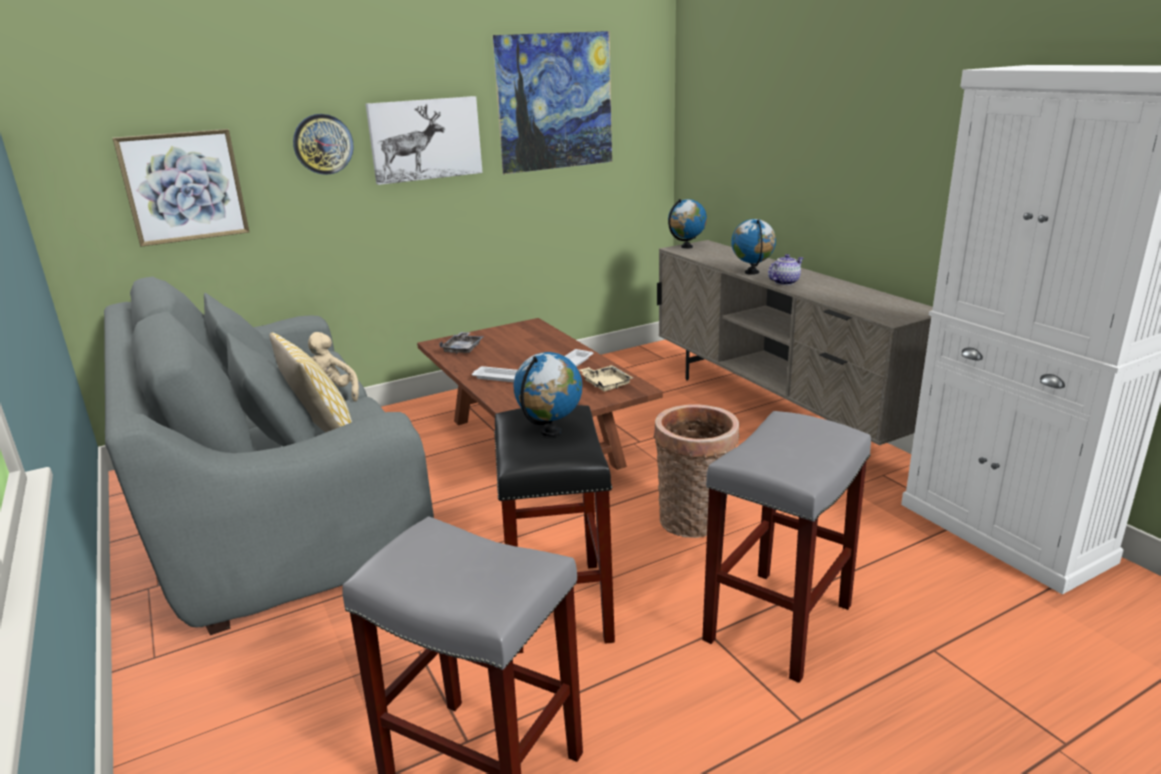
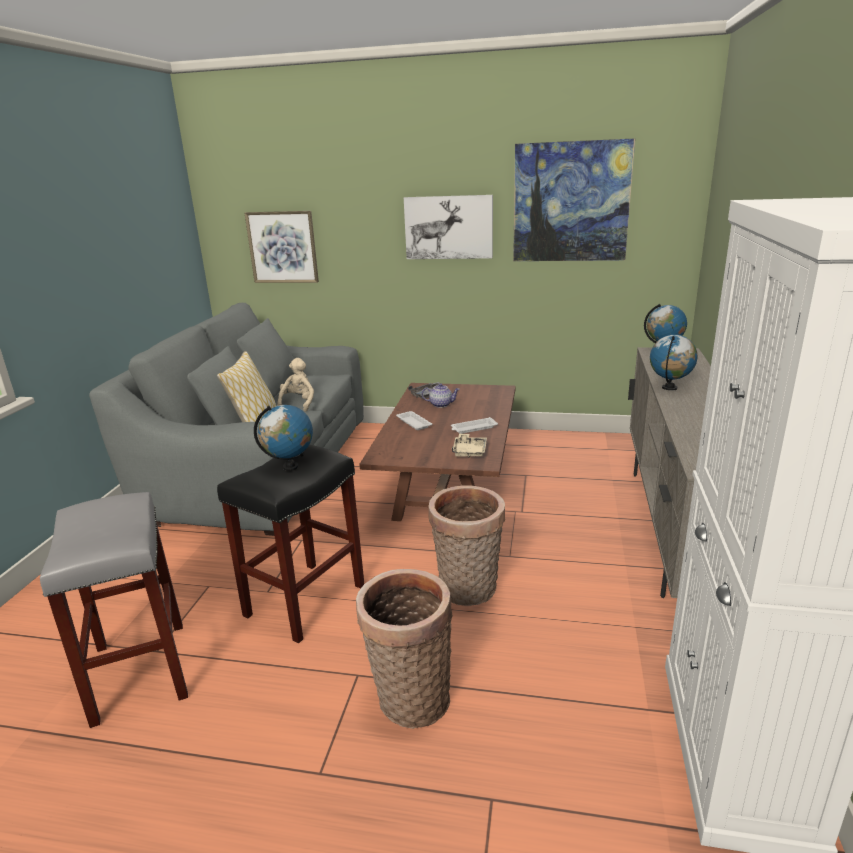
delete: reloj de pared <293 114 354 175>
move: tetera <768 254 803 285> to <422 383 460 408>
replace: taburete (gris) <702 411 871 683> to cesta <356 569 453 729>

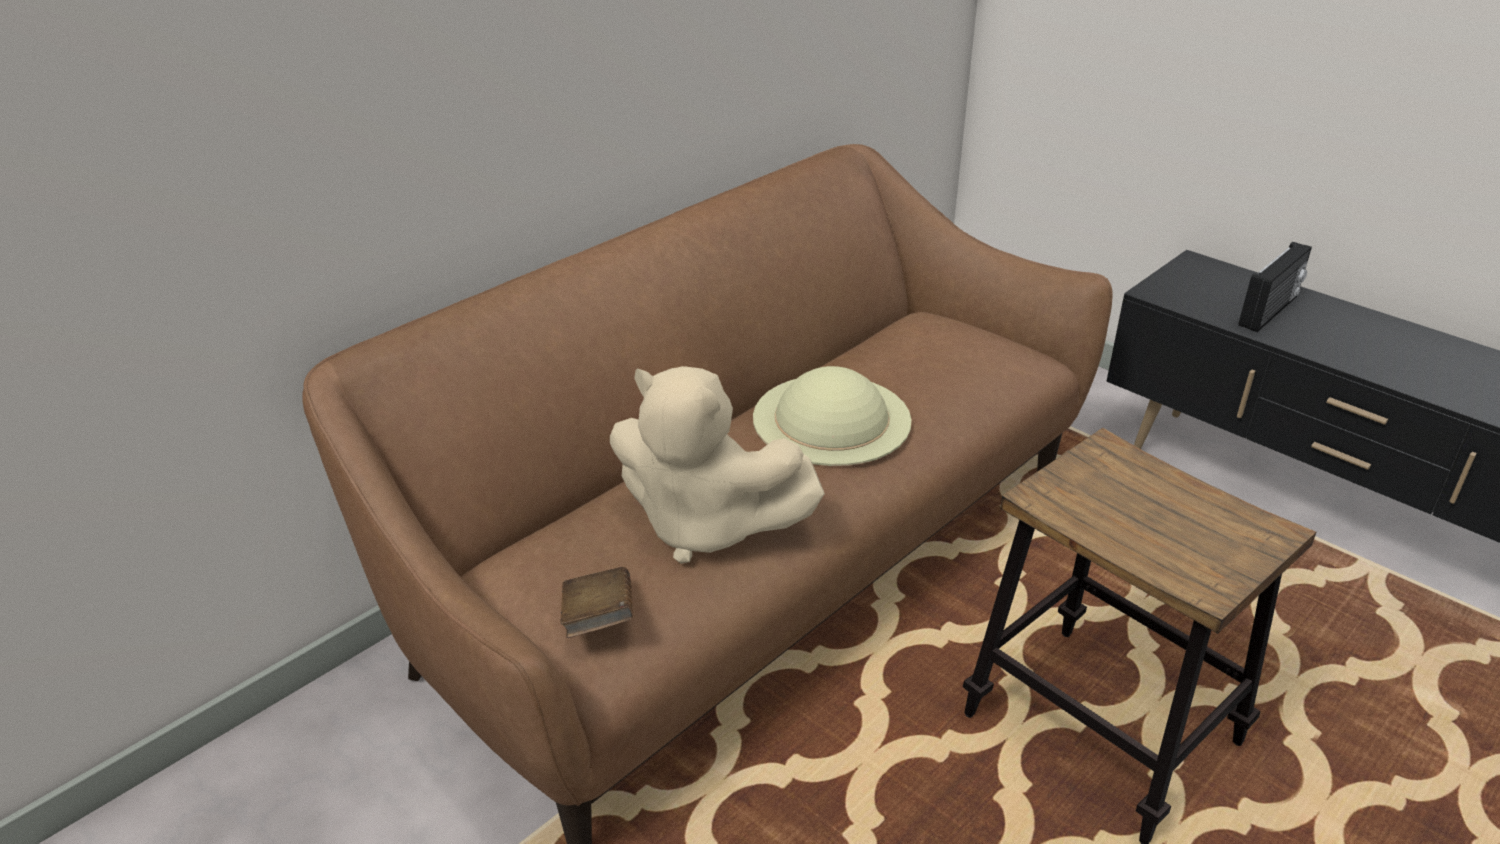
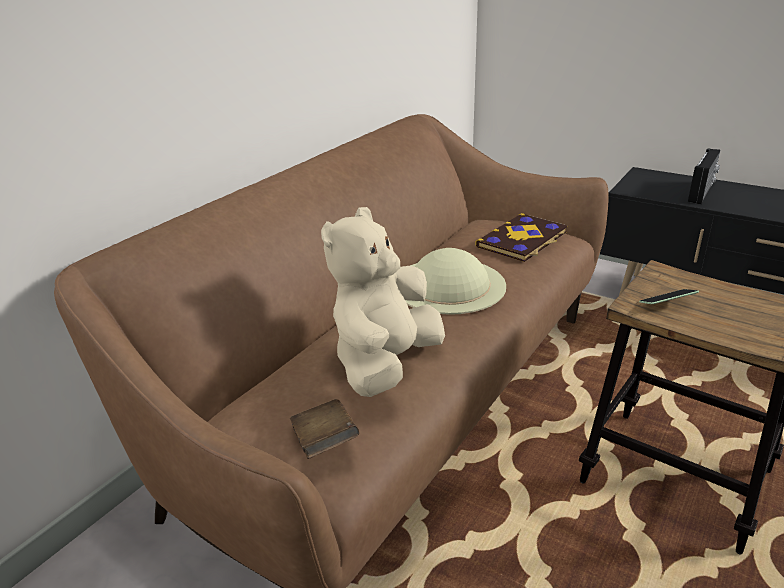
insert: libro <475 213 568 262>; móvil <639 289 699 304>
rotate: peluche (beis) <610 366 825 564> = <321 207 445 397> 105 degrees clockwise

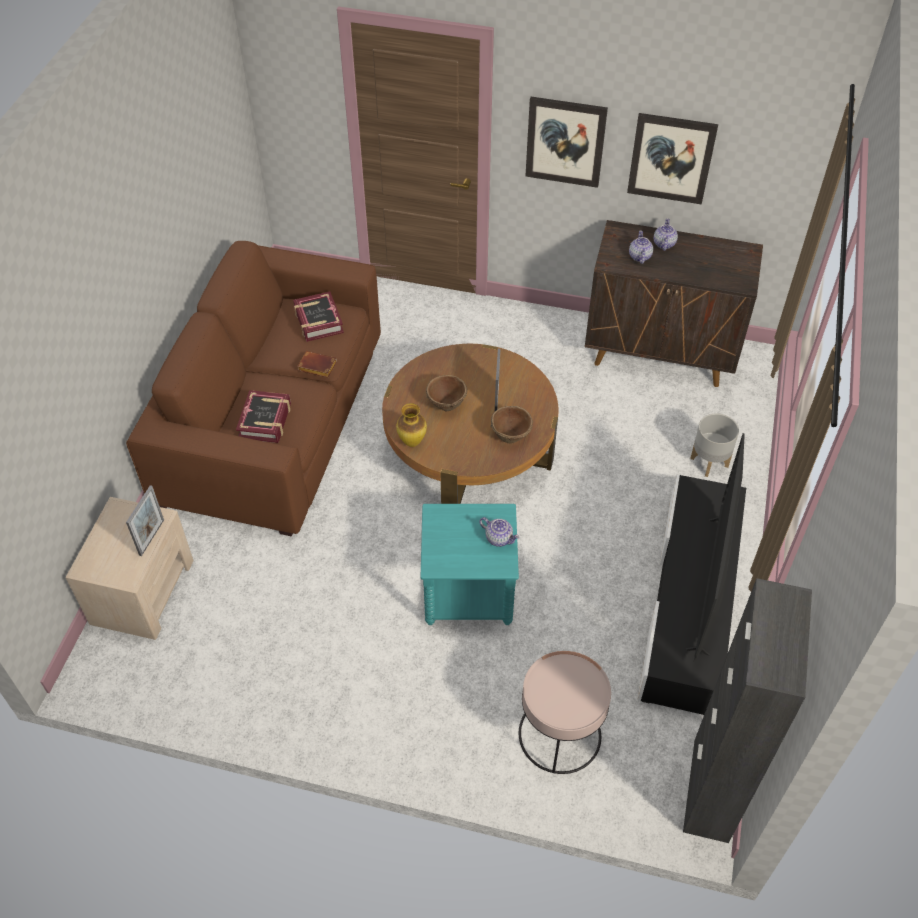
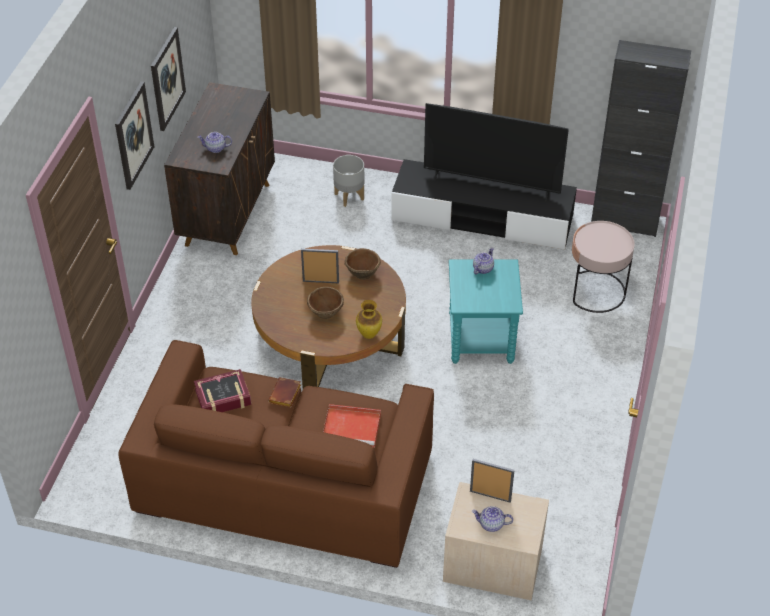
move: tetera <654 218 678 251> to <472 506 513 532>
replace: libro <236 390 291 443> to bandeja (rojo) <323 404 381 448>

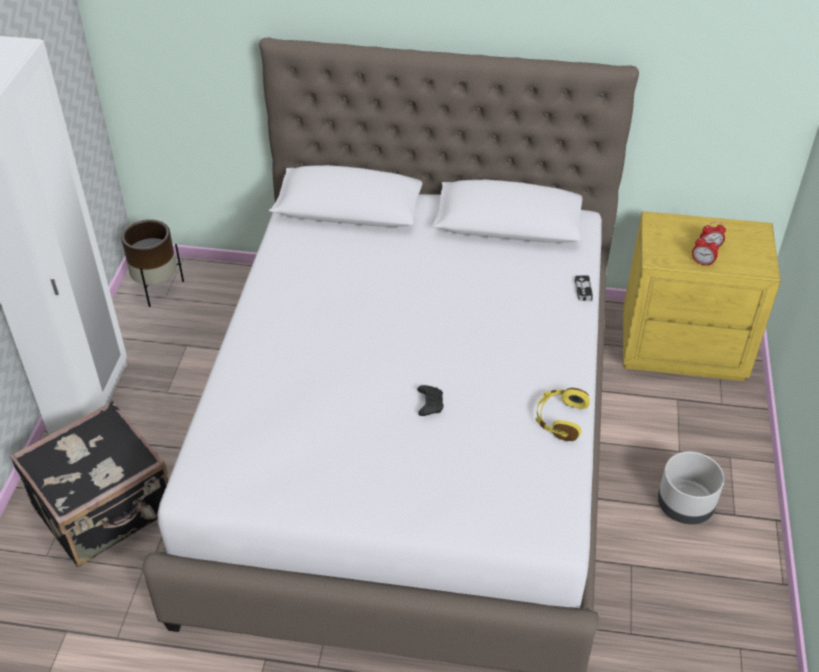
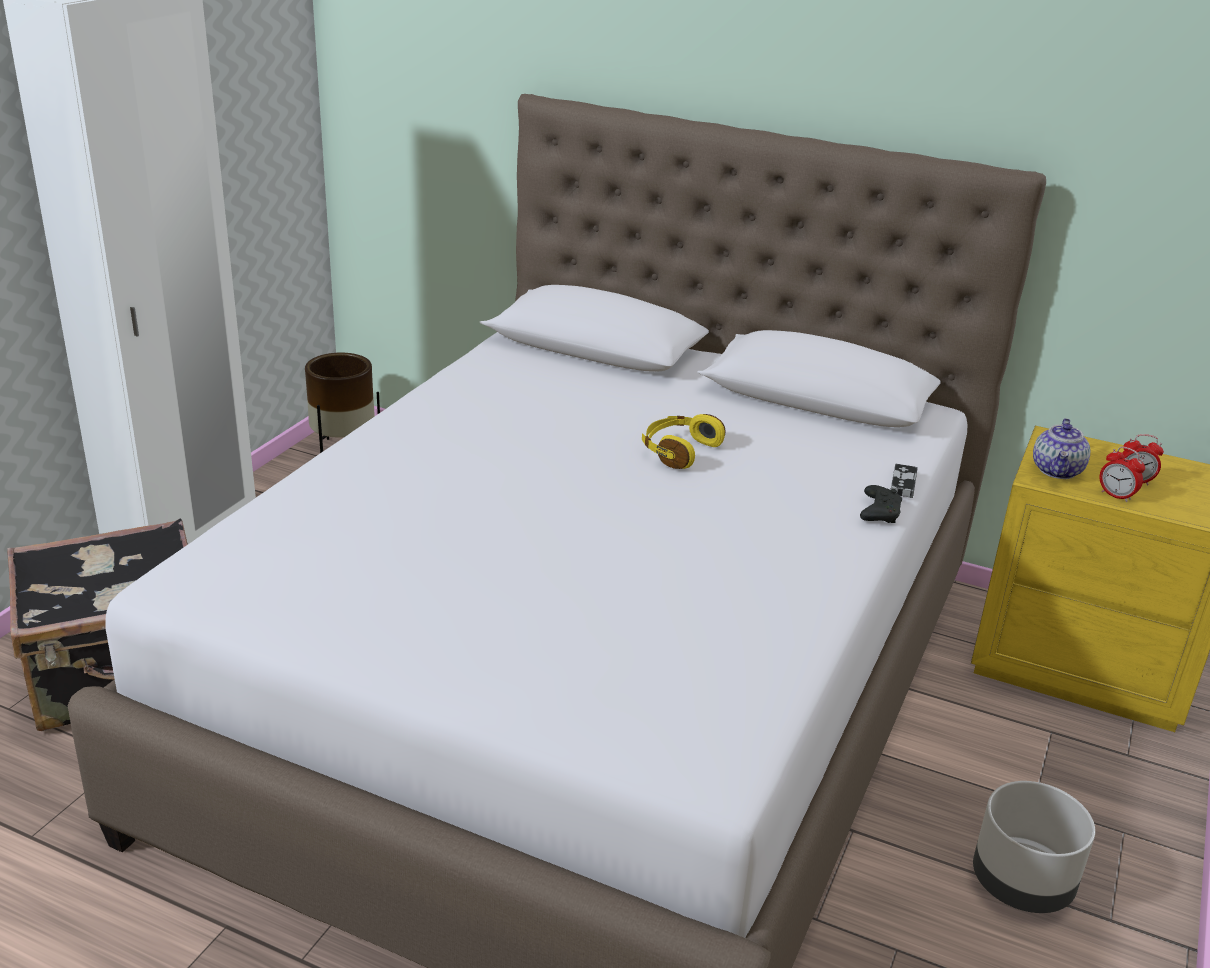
insert: tetera <1033 418 1090 479>
move: mando de consola (negro) <417 385 444 416> to <860 485 902 523>; auriculares (amarillo) <536 388 590 441> to <642 414 725 469>

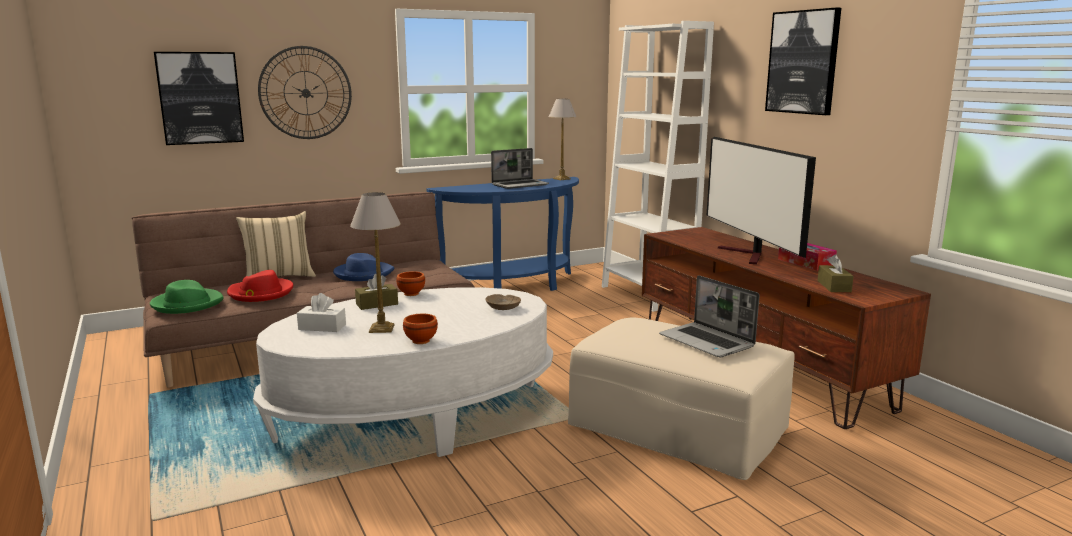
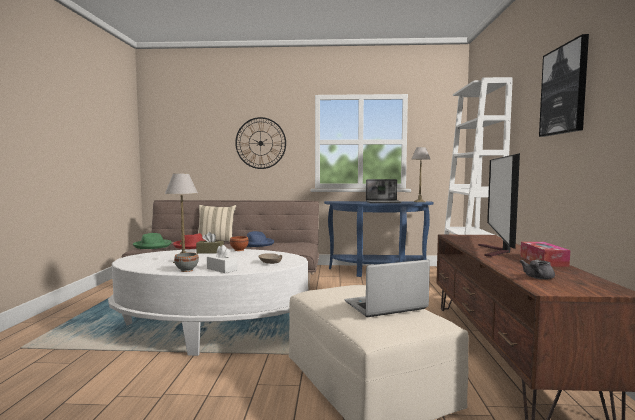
delete: cuadro <154 52 244 145>
move: caja de pañuelos (blanco) <297 293 346 332> to <207 245 238 273>
replace: caja de pañuelos (marrón) <817 254 854 292> to tetera (gris) <520 260 555 279>
recolor: cuenco (marrón) <403 314 438 344> to cuenco (gris) <174 253 199 272>
rotate: portátil <659 275 760 357> = <344 260 430 317> 75 degrees clockwise

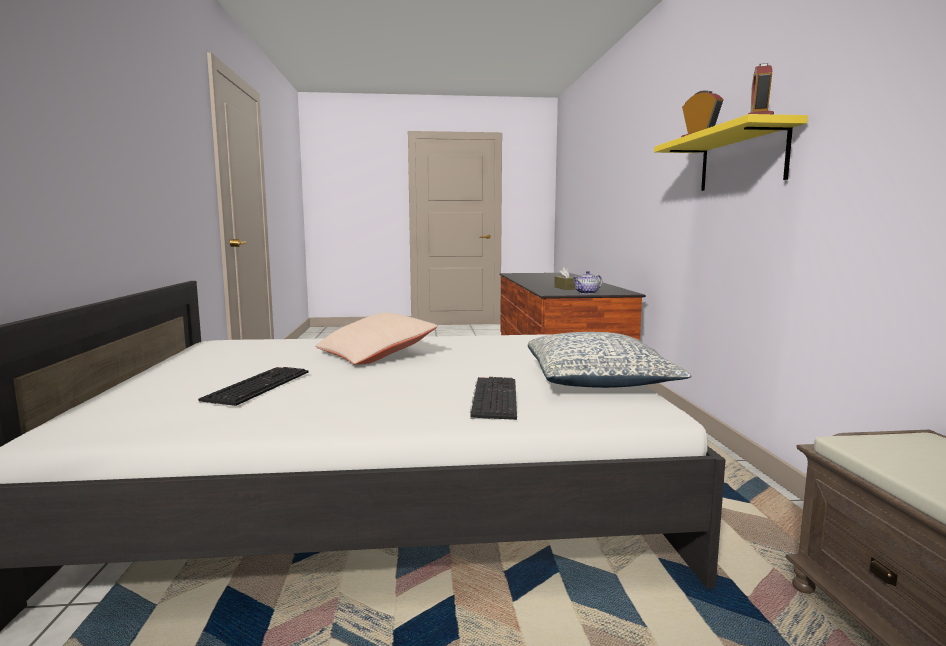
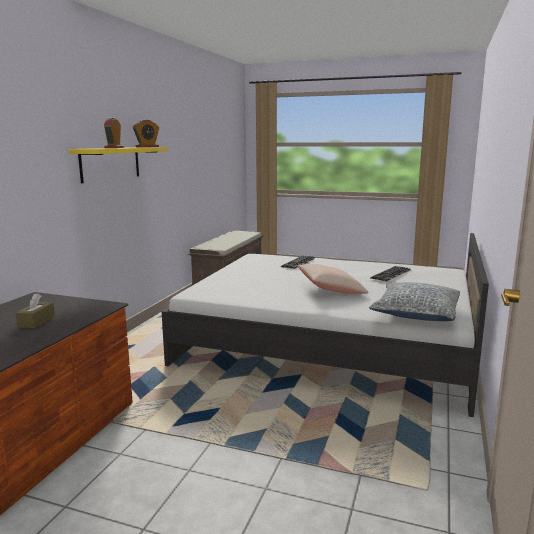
delete: tetera <572 271 602 294>
move: cojín <528 332 691 388> to <369 282 460 321>

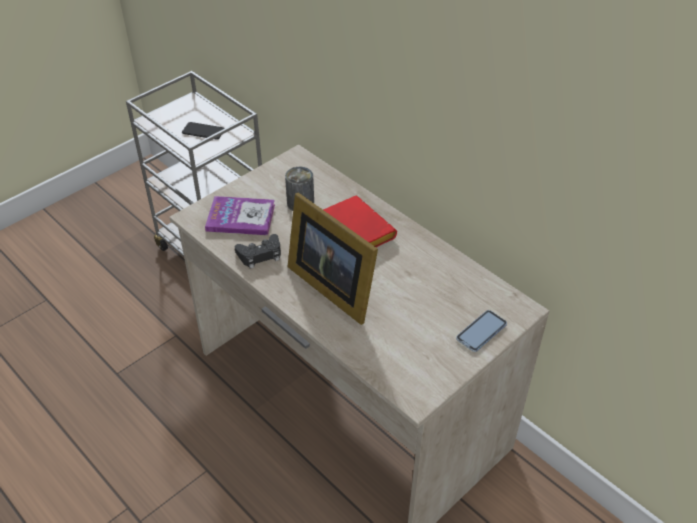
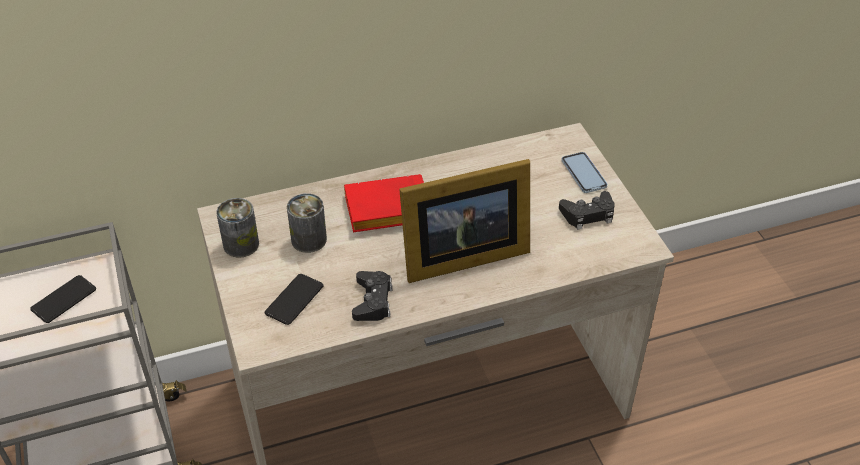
insert: mando de consola (negro) <559 191 615 230>; lata <216 198 259 258>
replace: libro <205 196 275 235> to móvil <265 274 323 325>

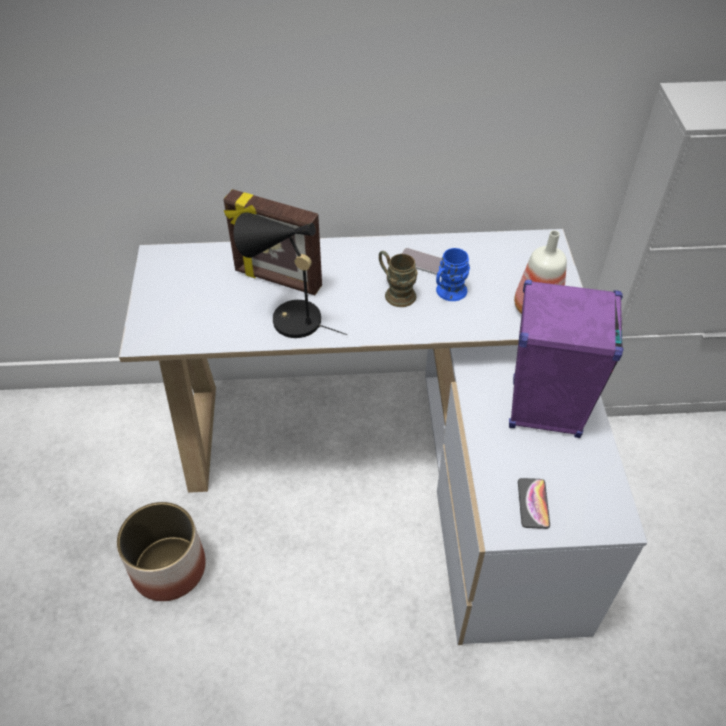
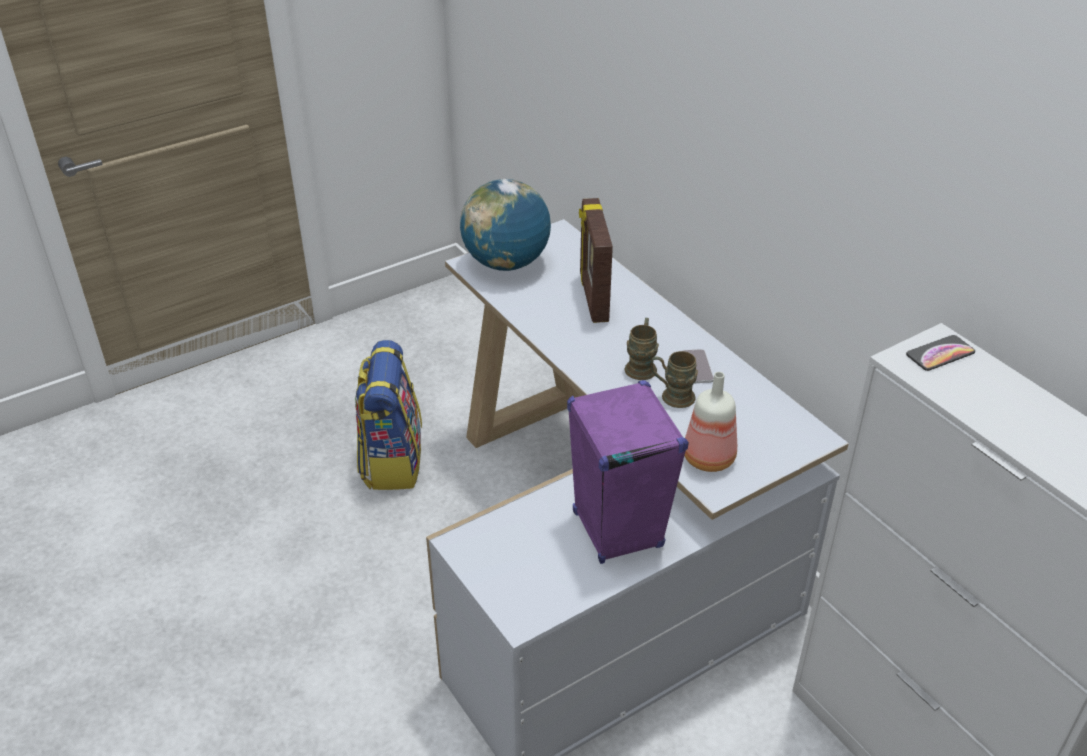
delete: lámpara de mesa (negro) <234 212 348 338>
insert: globo terráqueo <460 179 551 271>
move: móvil <518 478 550 529> to <906 335 975 371>
replace: maceta <117 502 206 601> to mochila <355 340 422 490>
recolor: taza grande (azul) <436 248 470 301> to taza grande (marrón) <650 351 698 408>

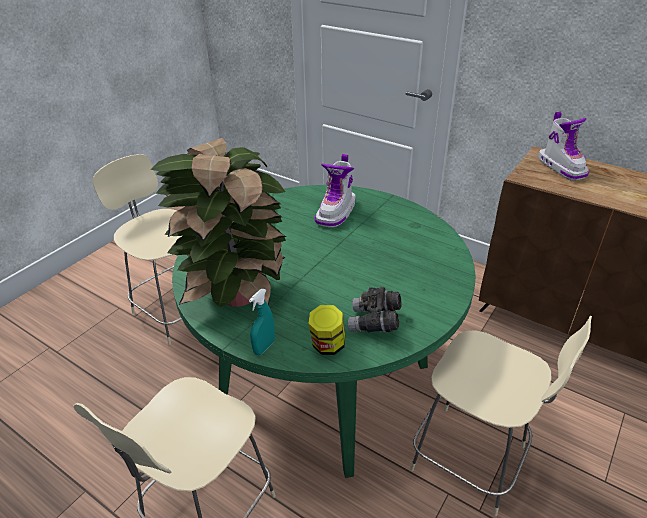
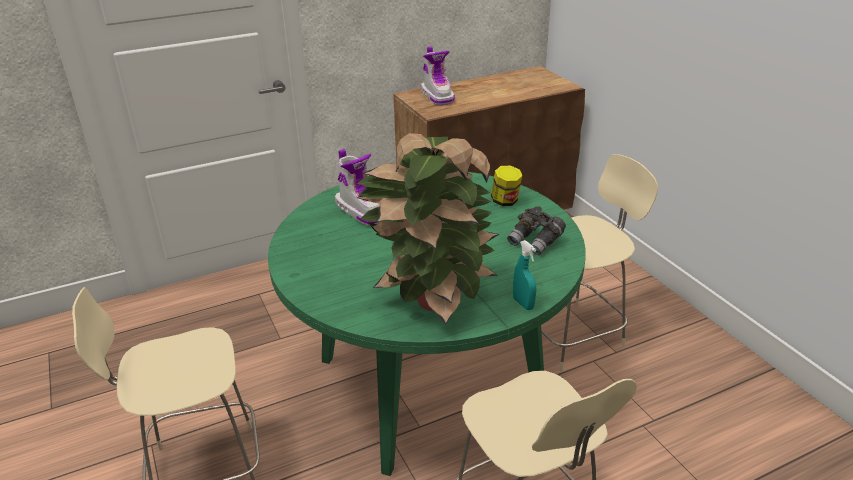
move: tarro <309 305 345 355> to <491 166 522 206>
rotate: bota <538 111 589 181> = <421 46 455 106> 60 degrees clockwise

